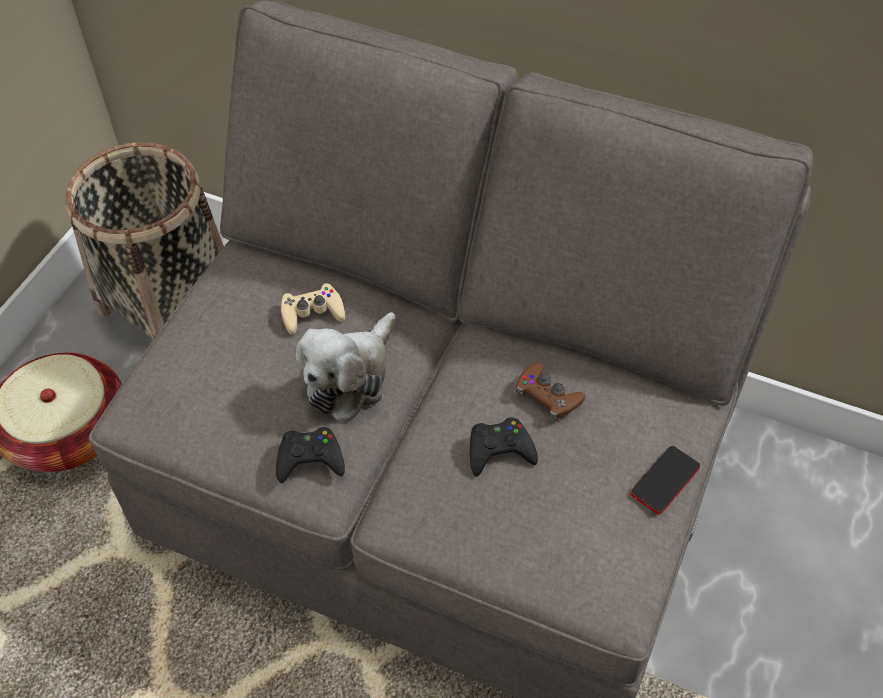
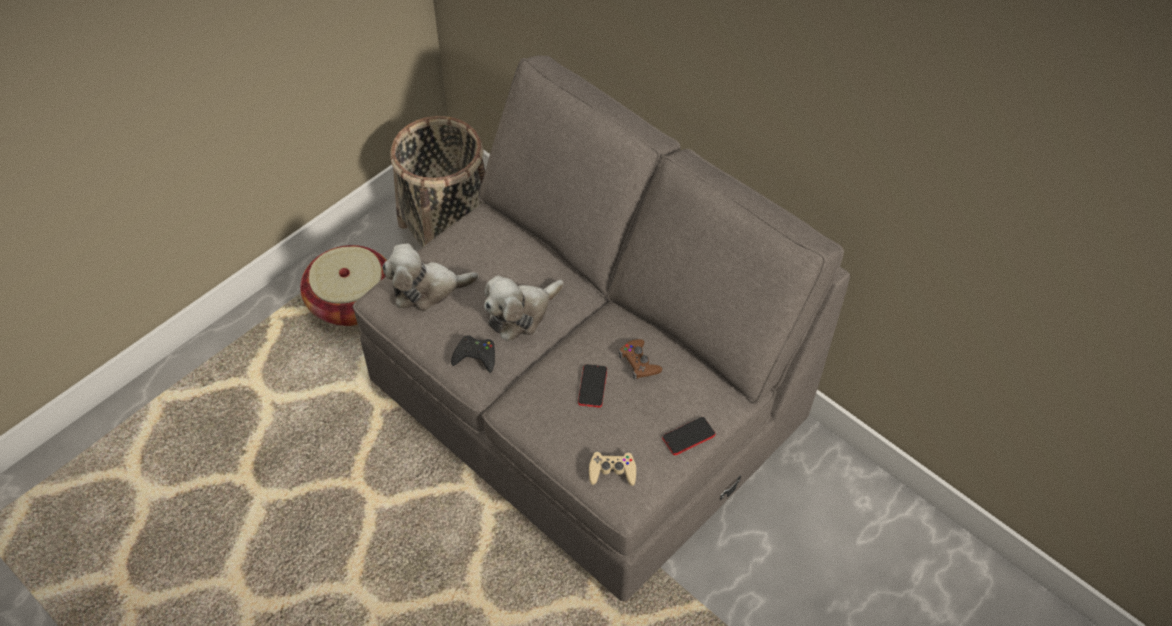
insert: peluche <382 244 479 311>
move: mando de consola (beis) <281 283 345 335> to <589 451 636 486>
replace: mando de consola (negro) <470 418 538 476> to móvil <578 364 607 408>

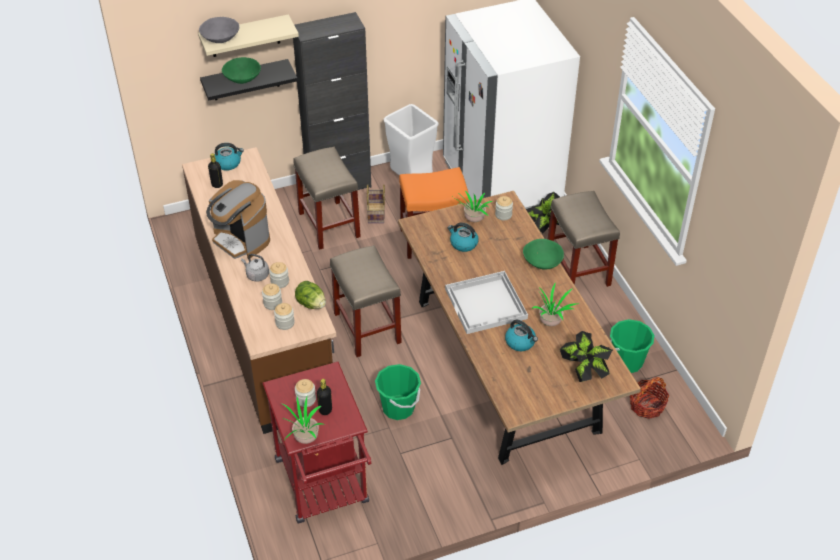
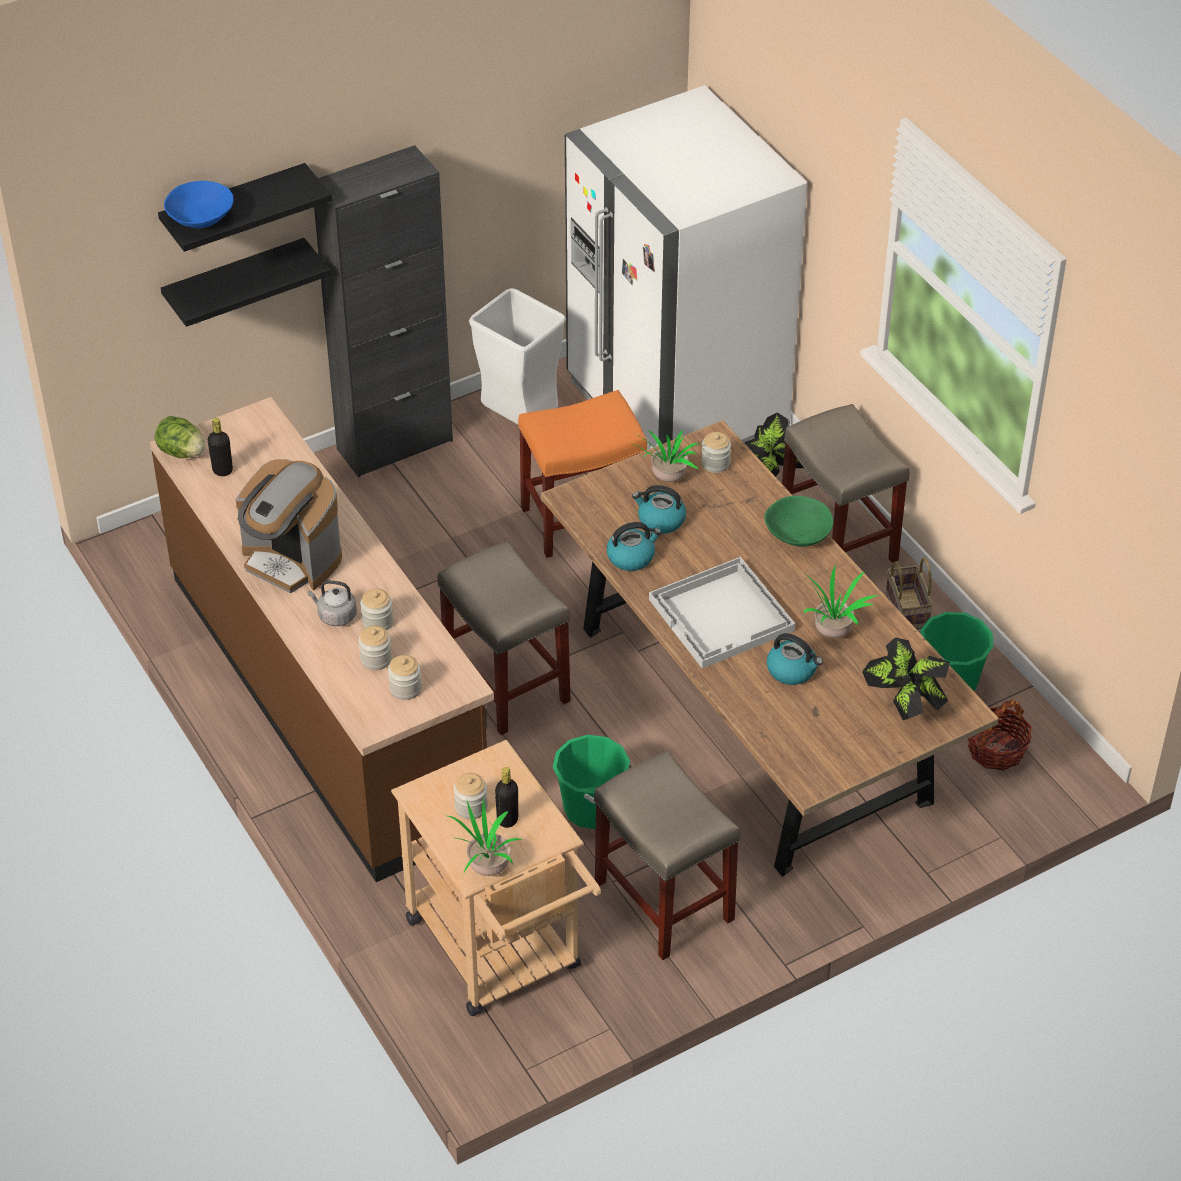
delete: cuenco (verde) <222 57 261 84>
move: hervidor <215 143 244 171> to <606 522 661 571>; taburete (beis) <293 147 361 250> to <594 751 740 960>; cesta <367 184 385 223> to <886 558 933 629>; lechuga <295 281 326 309> to <155 416 206 458>
recolor: estante (beis) <198 14 299 57> to estante (negro) <158 163 332 252>; cuenco (gris) <199 17 239 43> to cuenco (azul) <164 181 233 228>; carrito (rojo) <263 362 371 523> to carrito (beis) <391 739 601 1016>

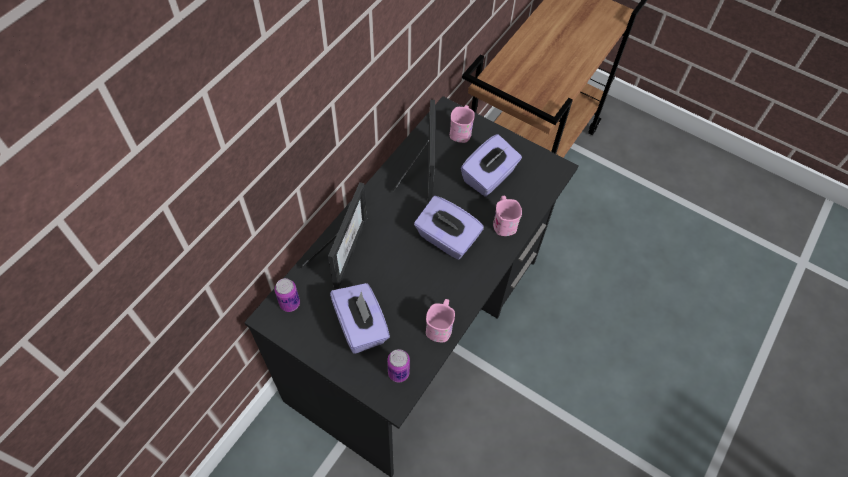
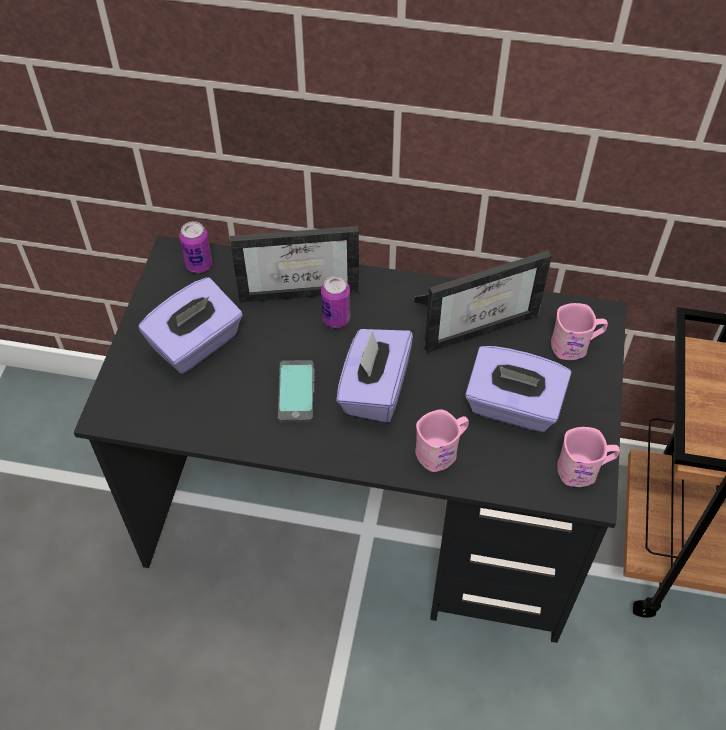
insert: móvil <278 360 315 422>
move: taza grande (rosa) <426 299 455 342> to <557 427 620 487>; lata <387 349 410 382> to <321 275 350 328>

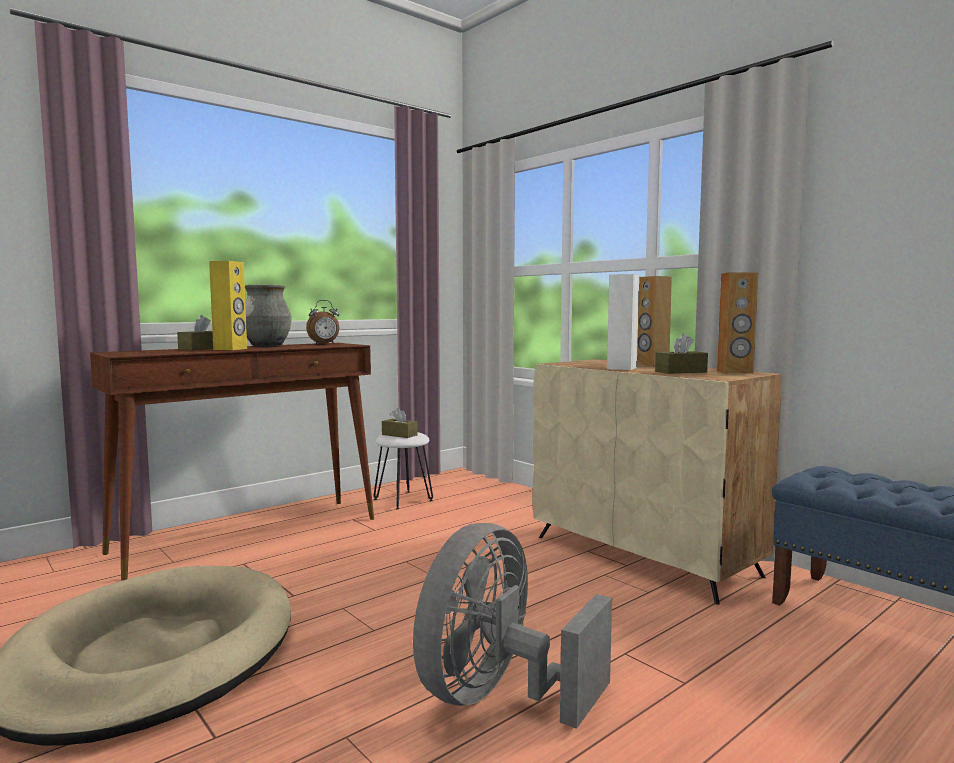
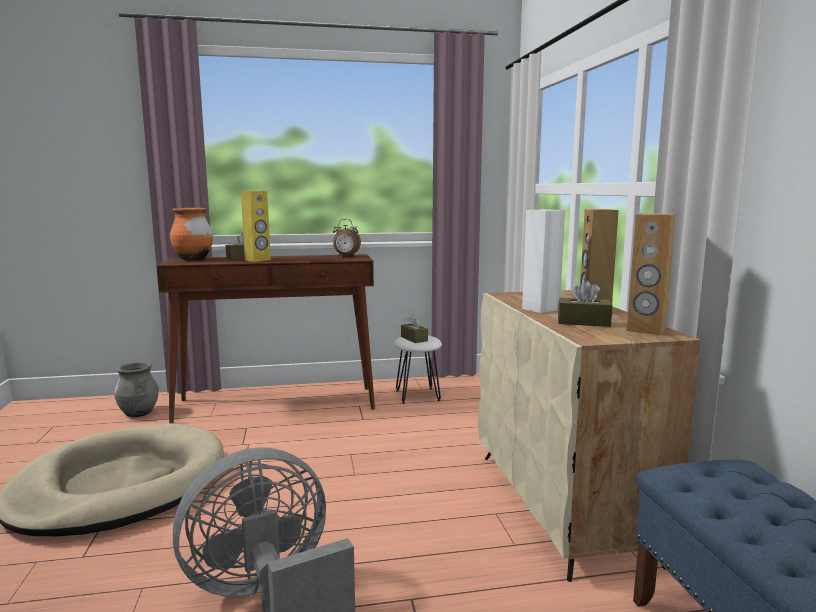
insert: florero (naranja) <170 208 213 260>
move: florero (gris) <245 285 292 347> to <114 362 159 417>

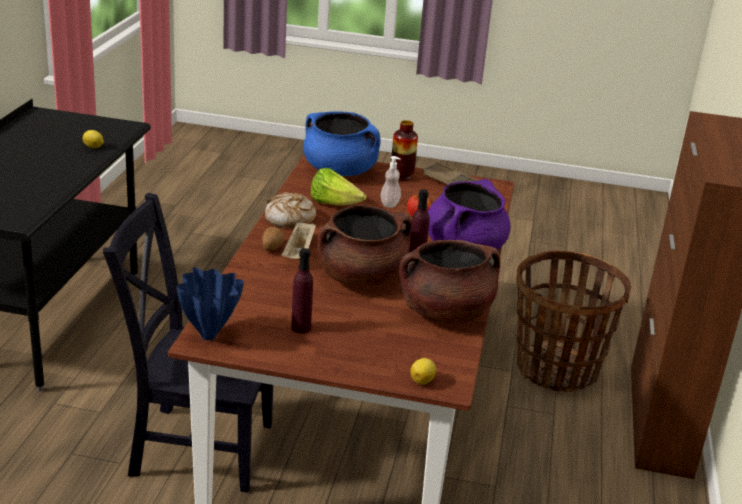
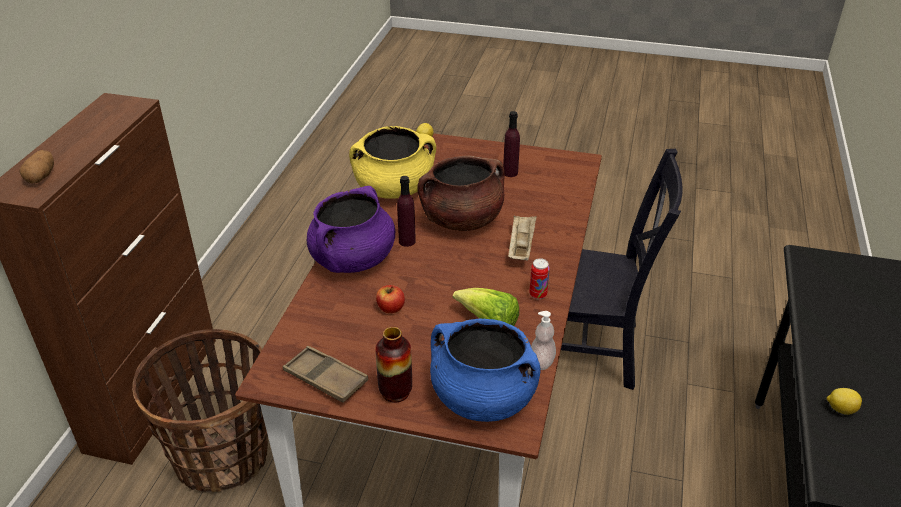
delete: florero (azul) <177 267 244 340>
move: dispensador de jabón <380 156 401 208> to <531 311 556 370>; patata <262 227 285 251> to <19 150 54 183>
replace: pan <265 192 316 228> to lata <529 258 550 299>
recolor: olla (marrón) <399 240 500 324> to olla (amarillo) <349 126 436 199>

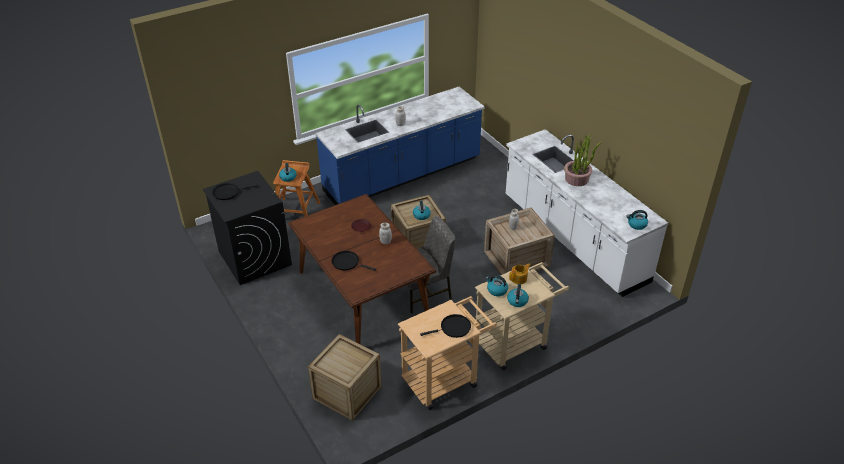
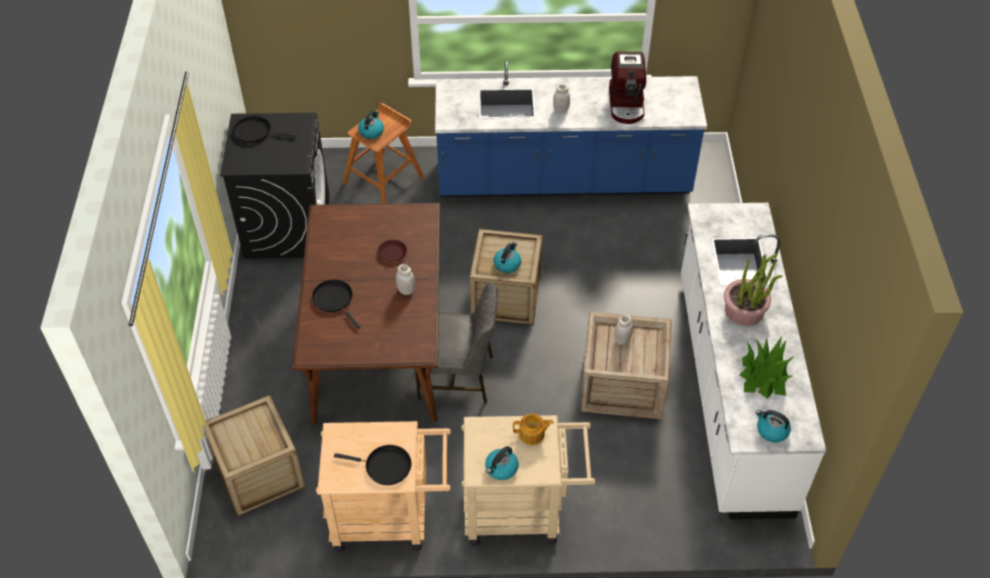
delete: hervidor <486 275 508 296>
insert: cafetera <609 52 646 124>; planta en maceta <739 337 794 399>

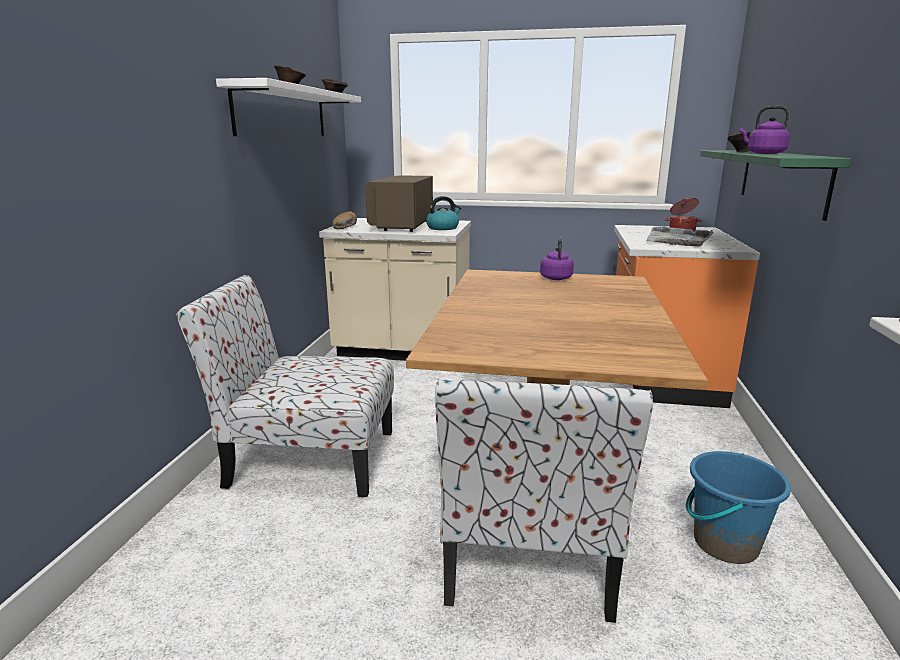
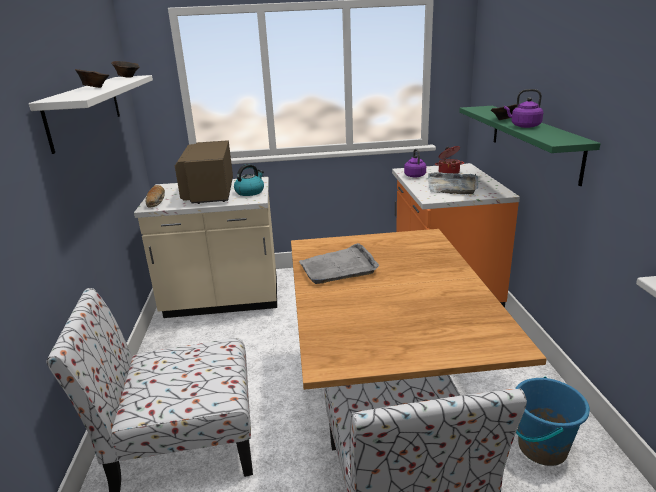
insert: bandeja (gris) <299 243 379 284>
move: hervidor (morado) <540 238 574 280> to <404 149 426 177>

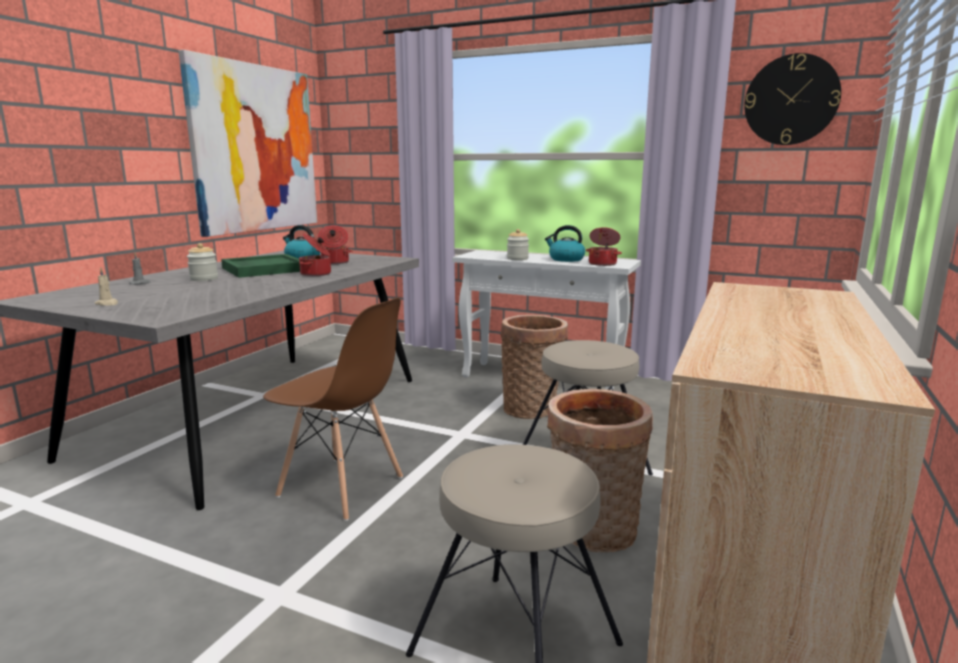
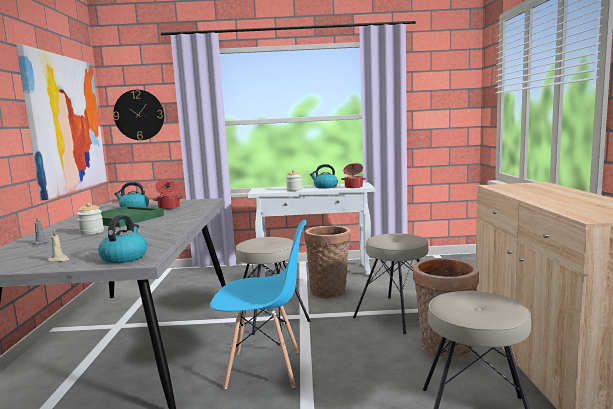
delete: olla <299 234 331 276>
insert: hervidor <98 215 147 263>; taburete (beis) <235 237 310 335>
move: reloj de pared <744 53 841 145> to <113 90 164 140>
recolor: silla (marrón) <263 298 403 521> to silla (azul) <210 219 306 389>

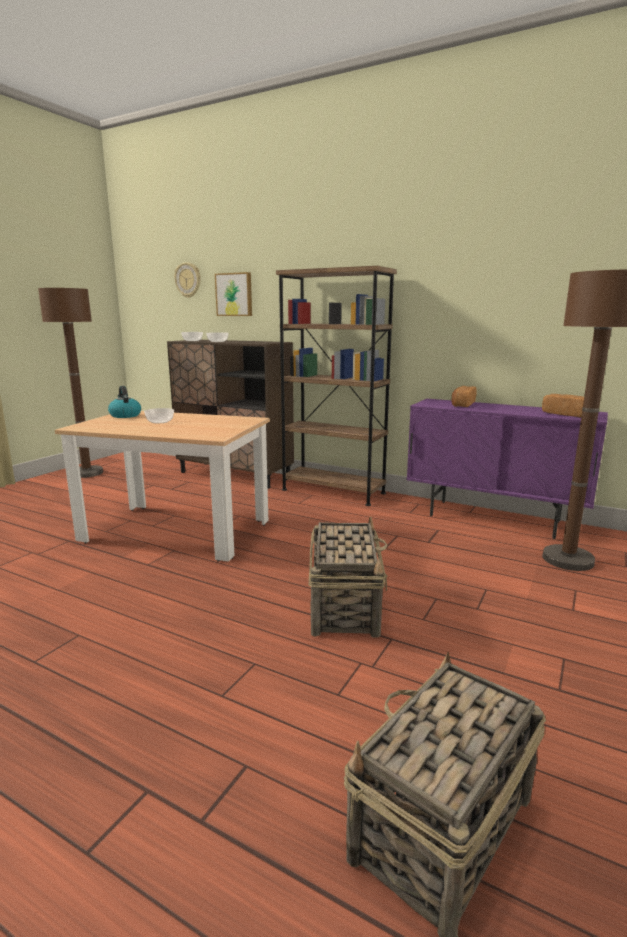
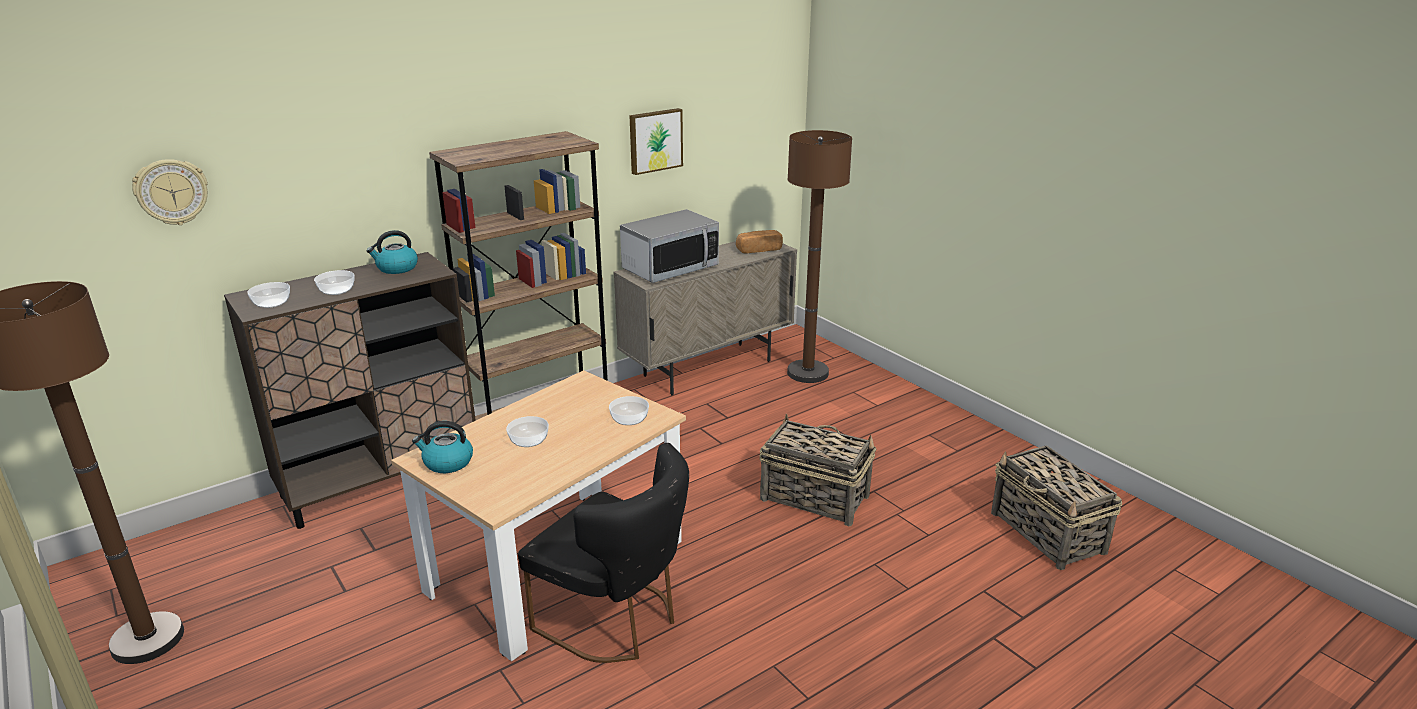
insert: hervidor <367 230 418 274>; cuenco <609 396 649 425>; silla (negro) <518 443 689 663>
move: cuadro <215 272 252 316> to <629 108 683 175>
replace: pan <451 386 476 407> to microondas <620 209 719 283>
recolor: armario (morado) <406 399 608 539> to armario (beis) <613 241 797 395>

